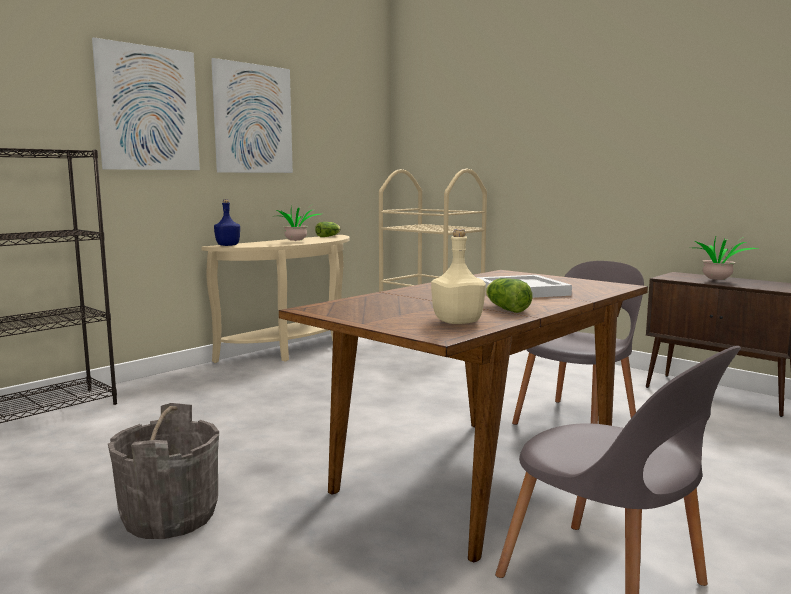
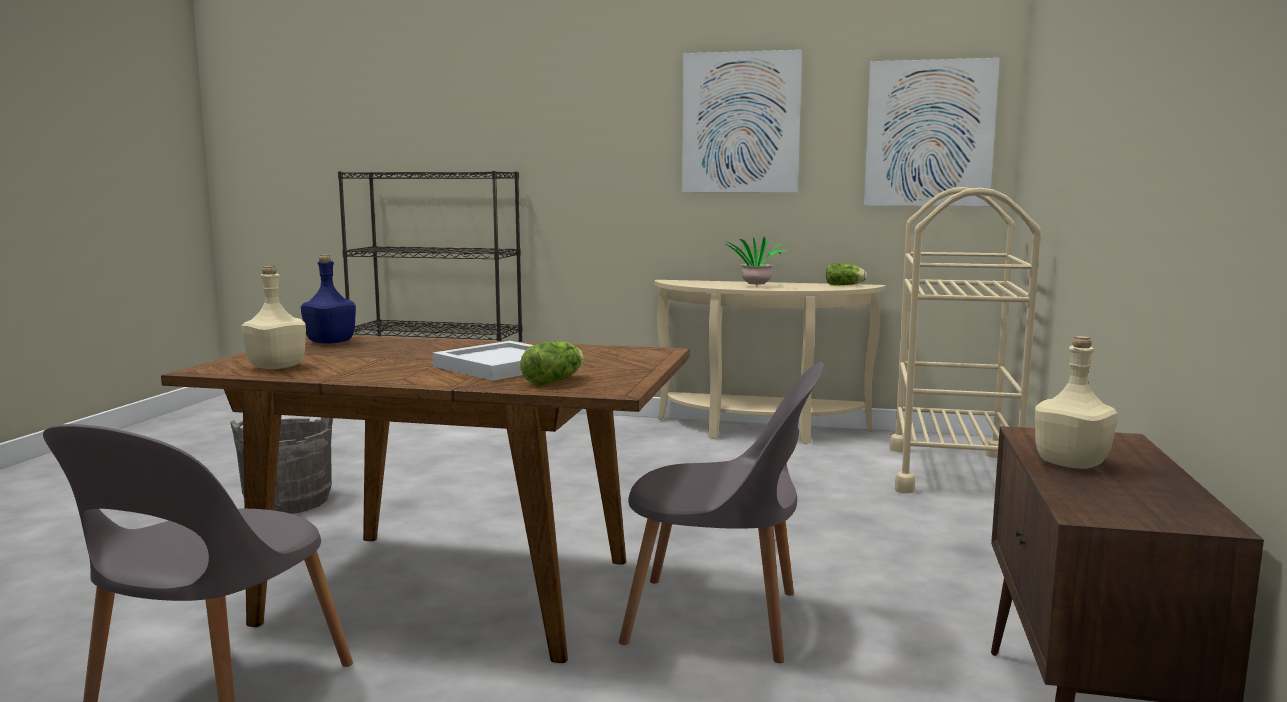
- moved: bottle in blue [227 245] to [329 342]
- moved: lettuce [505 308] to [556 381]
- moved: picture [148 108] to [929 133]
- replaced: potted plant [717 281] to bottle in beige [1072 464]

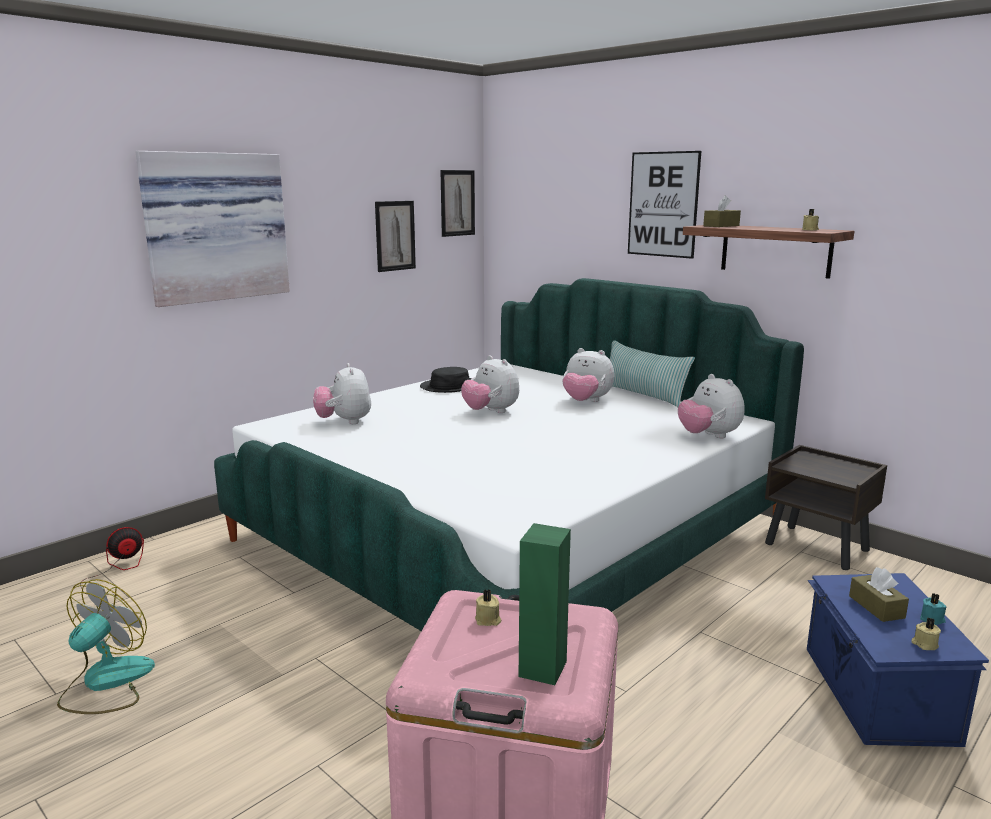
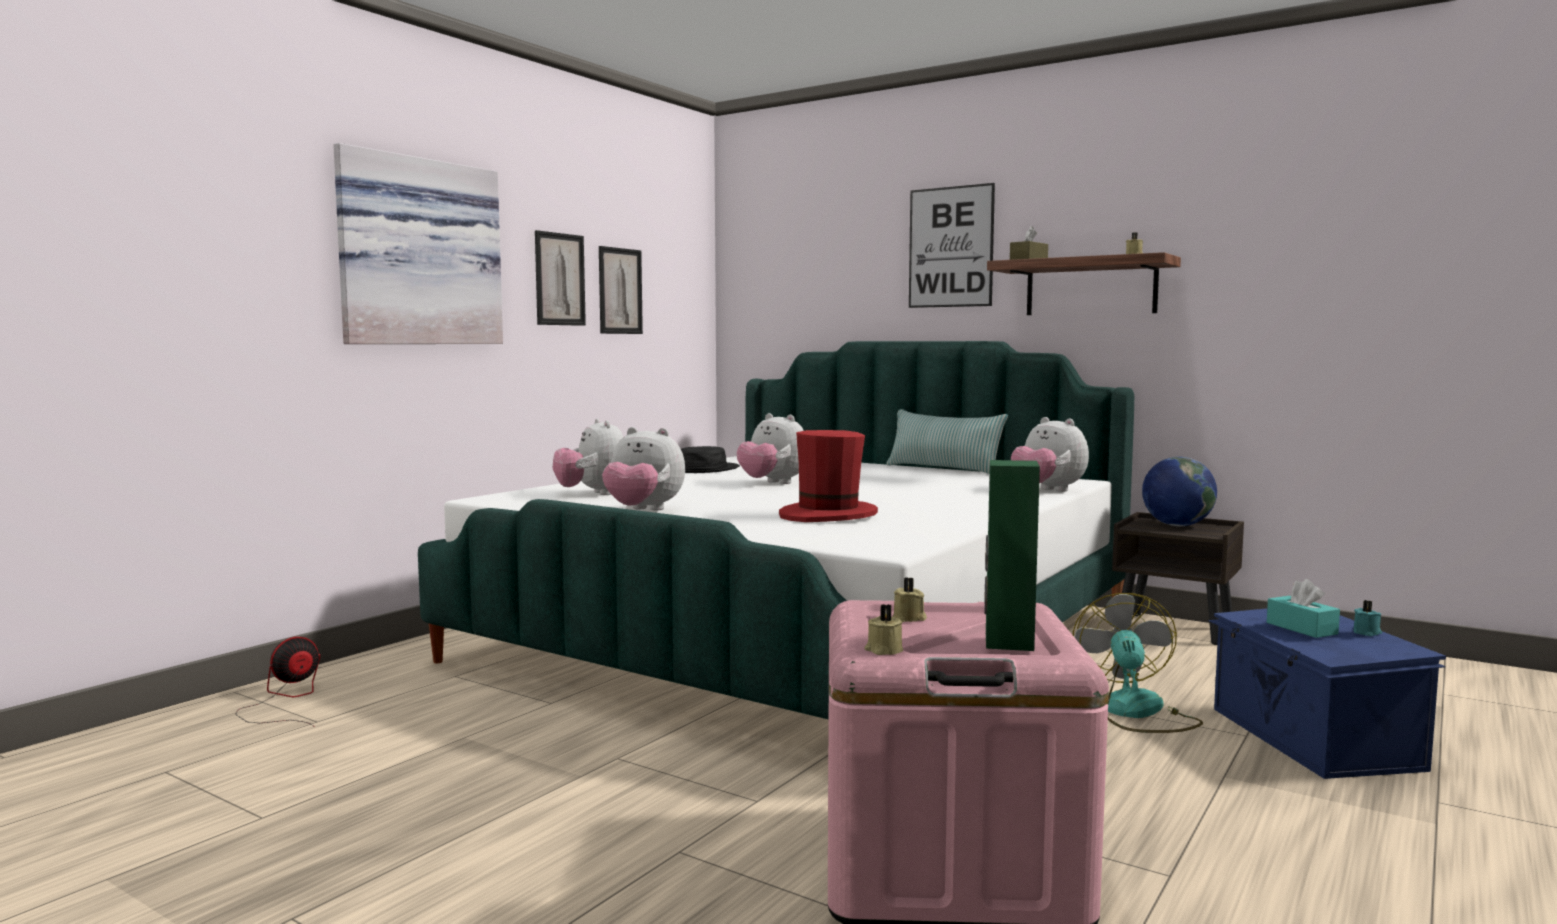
- moved: picture [457 203] to [560 279]
- moved: plush toy [586 402] to [643 510]
- added: hat in red [828 515]
- moved: candle in beige [924 644] to [883 650]
- moved: fan [106 683] to [1136 713]
- added: globe [1177 525]
- recoloured: tissue box in brown [876 607] to tissue box in turquoise [1301 628]

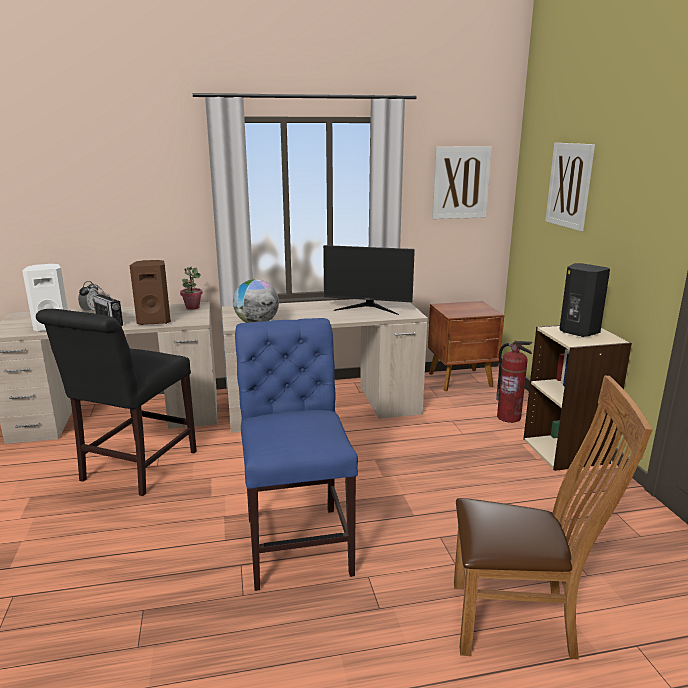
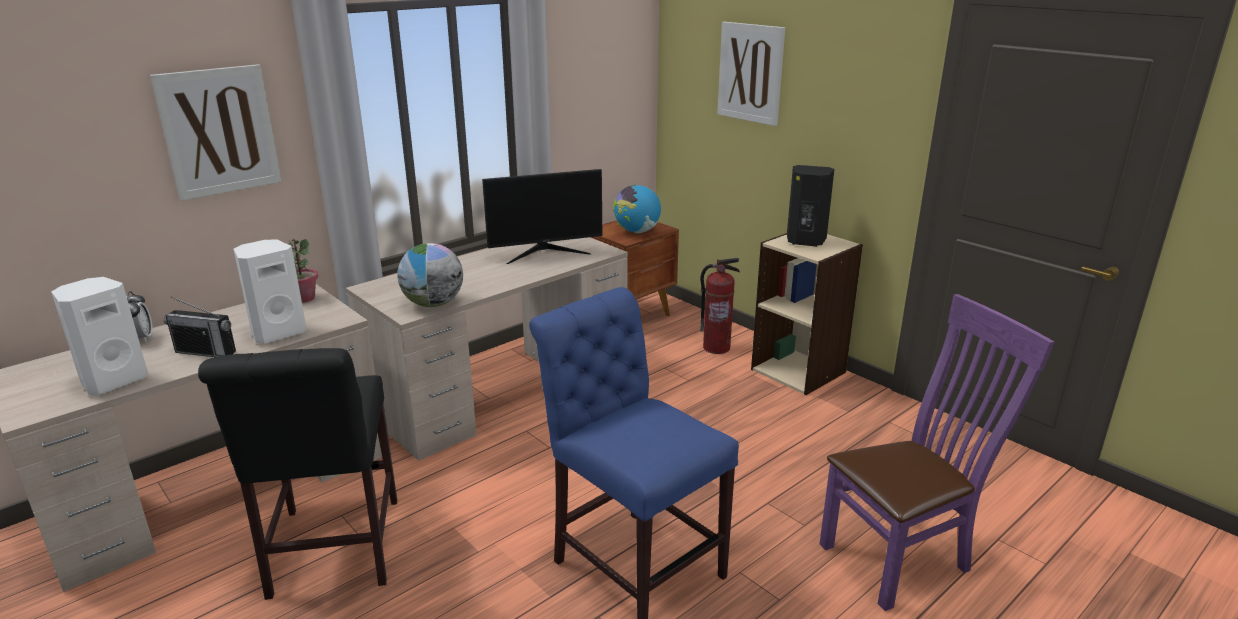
- moved: picture [460 183] to [219 131]
- recoloured: speaker in brown [155 321] to speaker in white [277 332]
- added: globe [637 232]
- recoloured: chair in brown [520 621] to chair in purple [903 557]

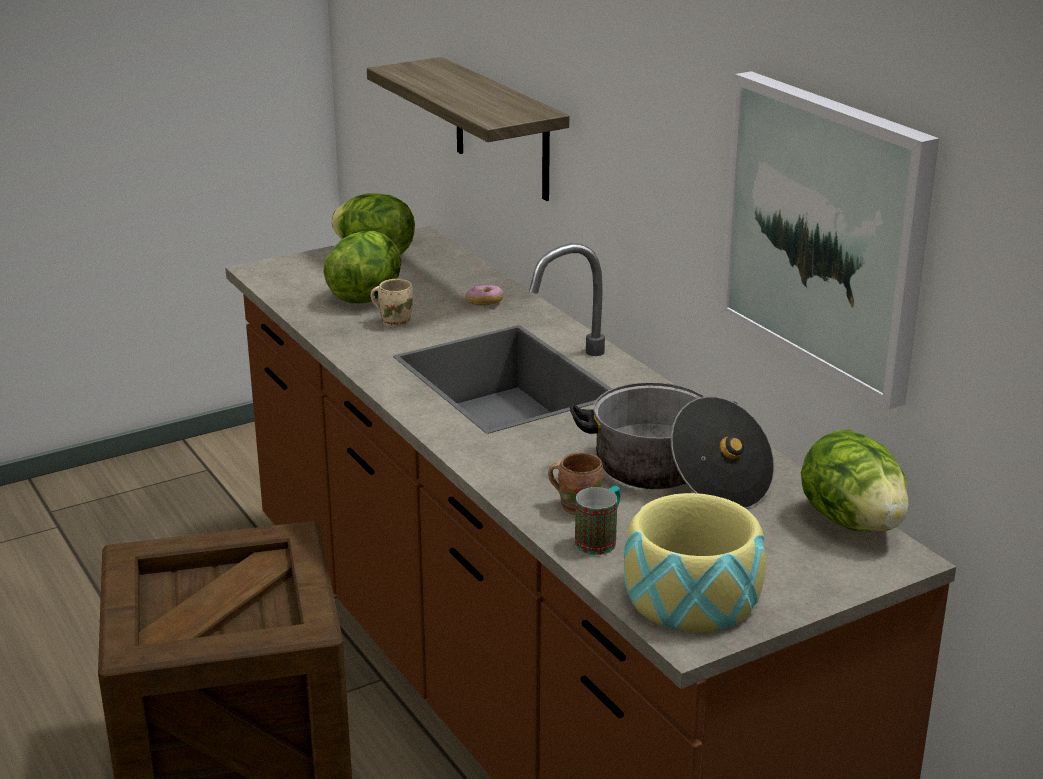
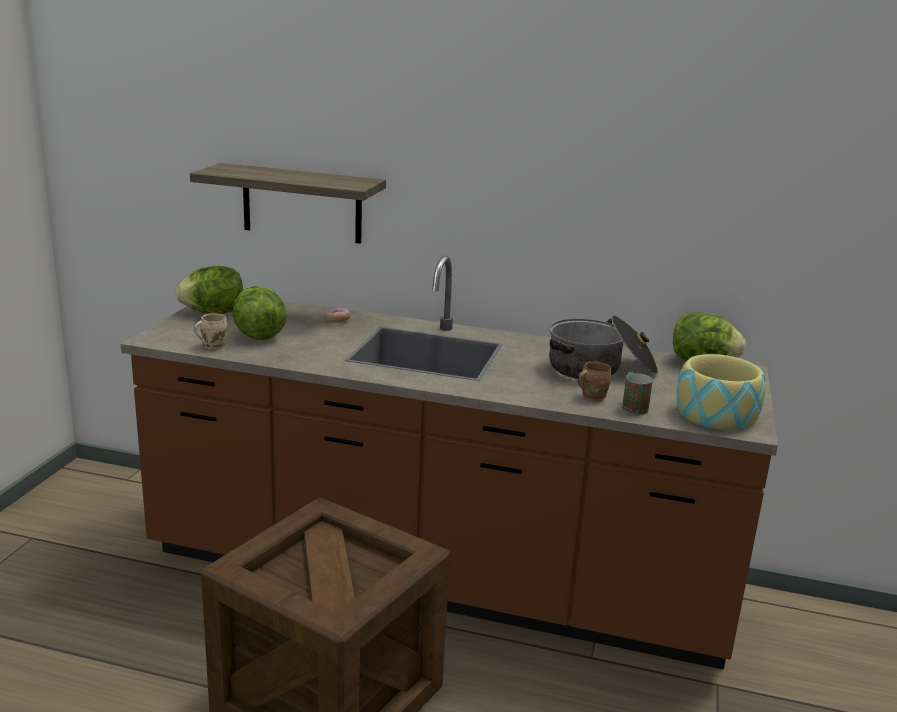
- moved: mug in beige [394 321] to [212 345]
- removed: picture [826 233]

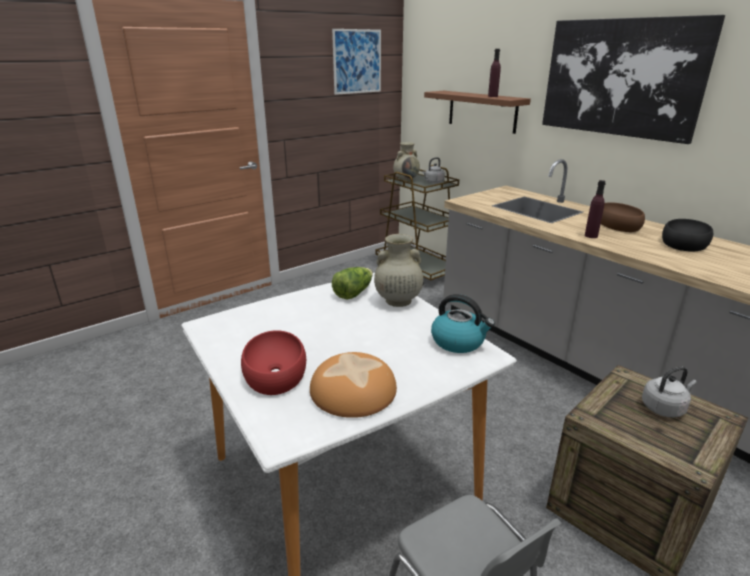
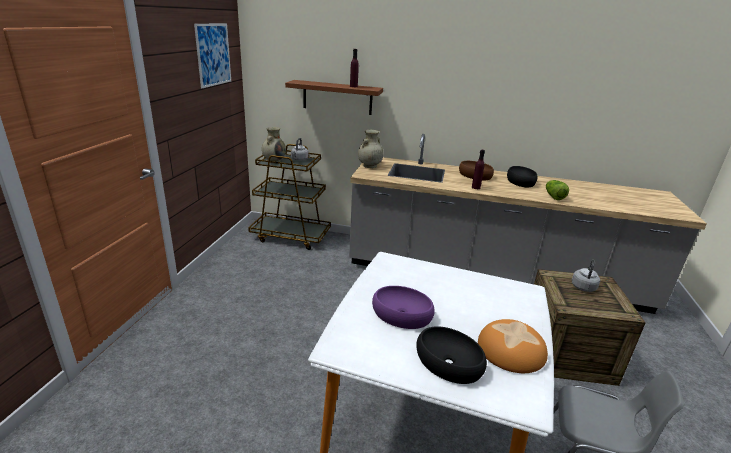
- moved: vase in beige [397 301] to [369 166]
- added: bowl in purple [402 314]
- recoloured: bowl in red [276 372] to bowl in black [449 362]
- moved: lettuce [353 293] to [553 196]
- removed: kettle [459 341]
- removed: picture [621 78]

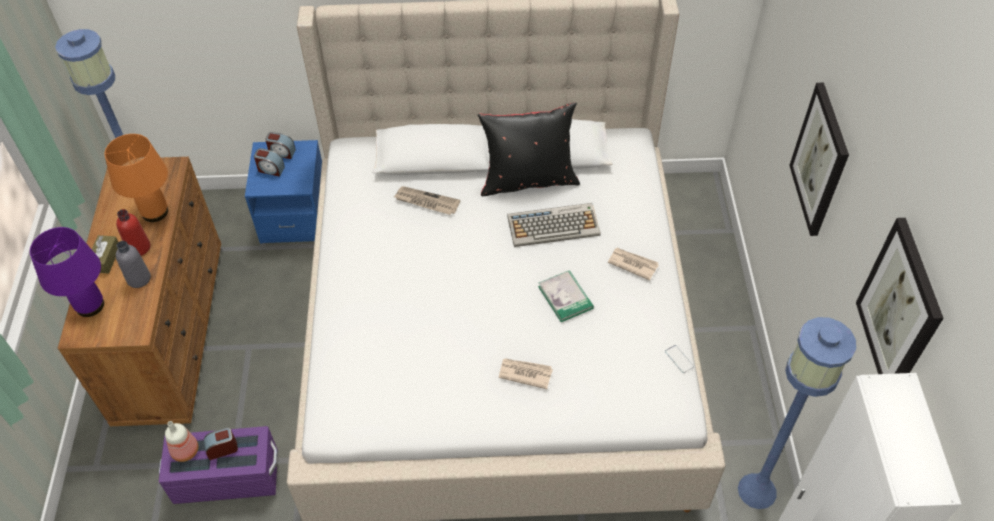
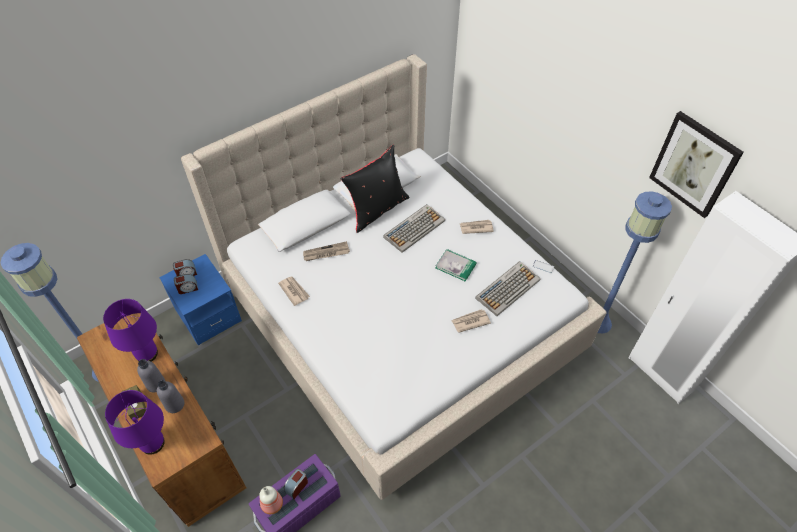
- recoloured: table lamp in orange [155 212] to table lamp in purple [147 354]
- recoloured: bottle in red [139 247] to bottle in grey [156 384]
- added: newspaper [294 291]
- added: keyboard [508 288]
- removed: picture [820 160]

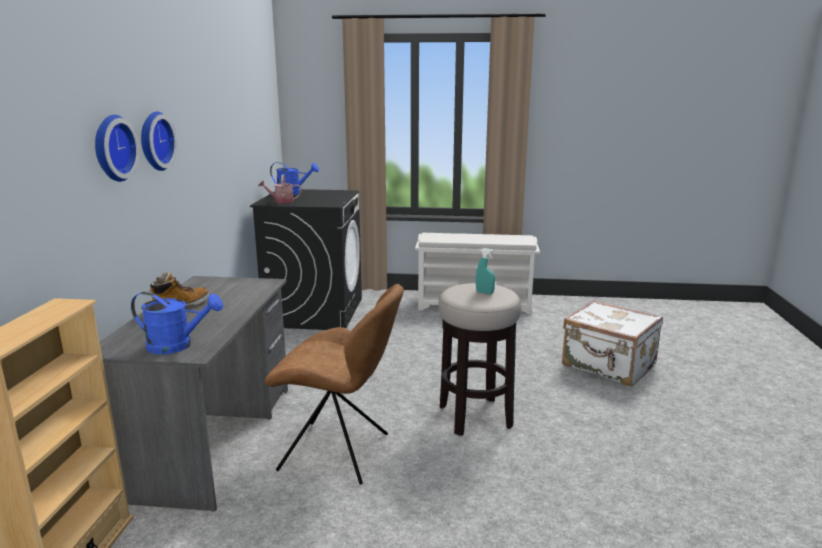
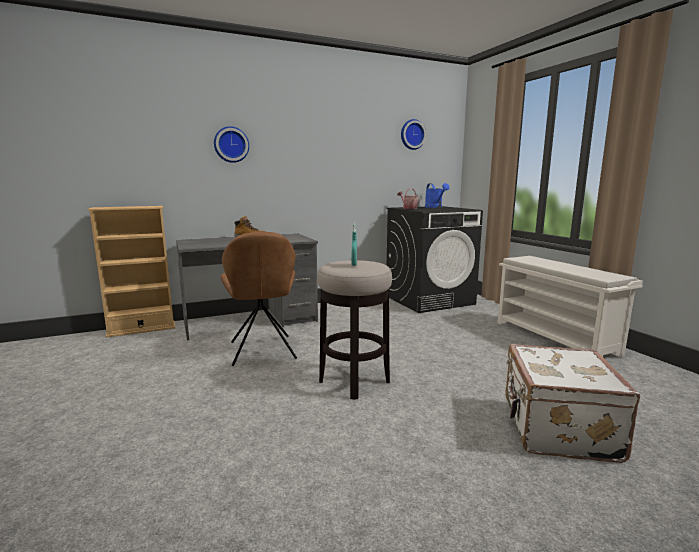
- moved: wall clock [154 141] to [412 134]
- removed: watering can in blue [177 346]

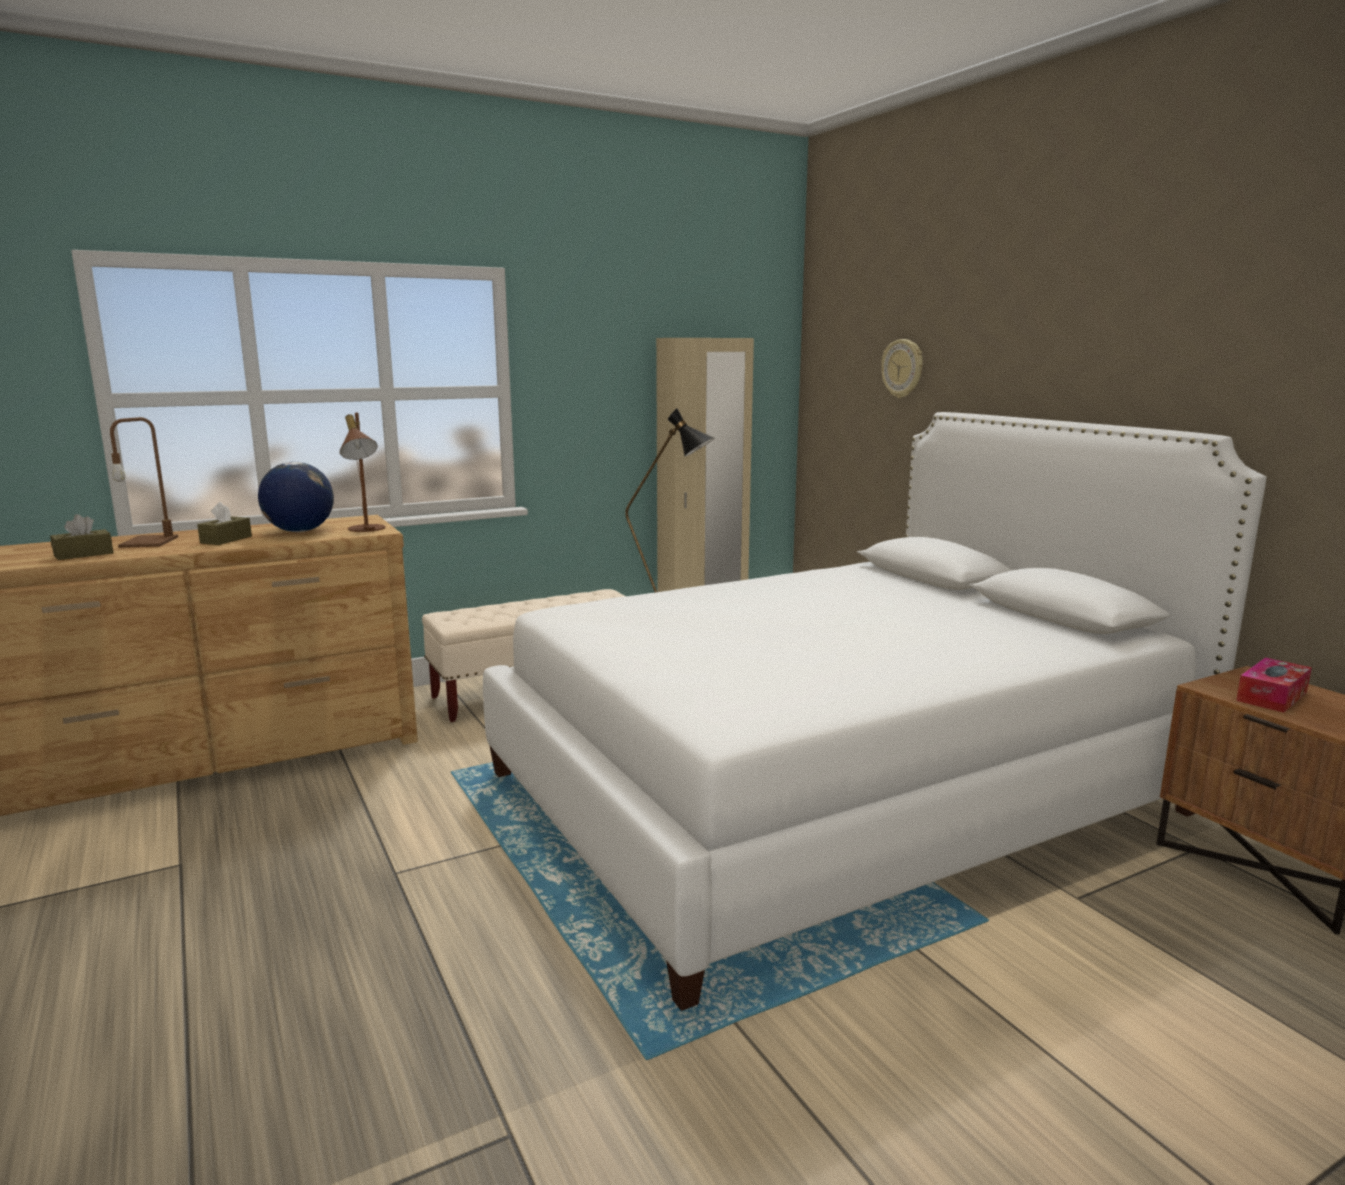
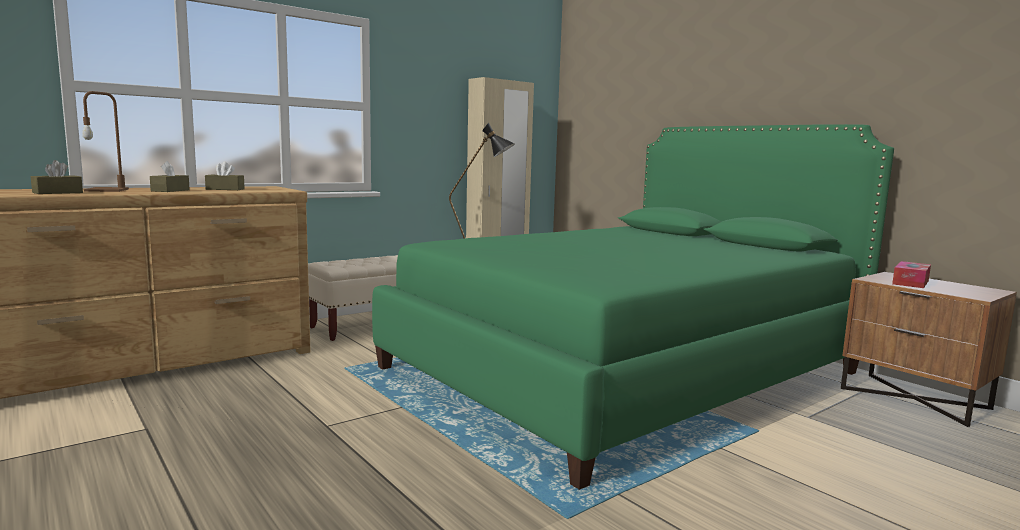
- replaced: globe [299 531] to tissue box in brown [225 189]
- recoloured: bed in white [834 792] to bed in green [624 370]
- removed: table lamp in brown [366 530]
- removed: wall clock [903 368]

